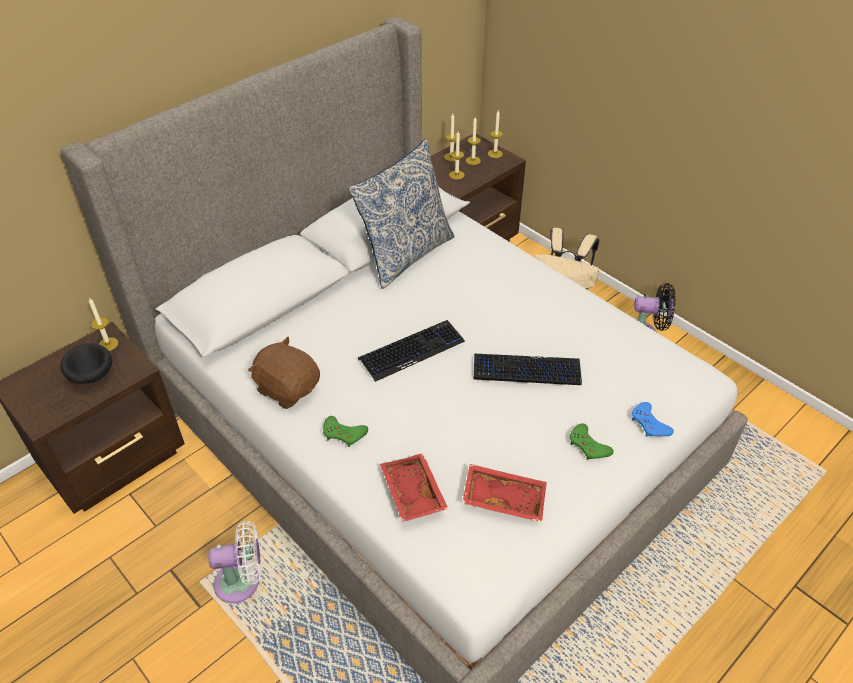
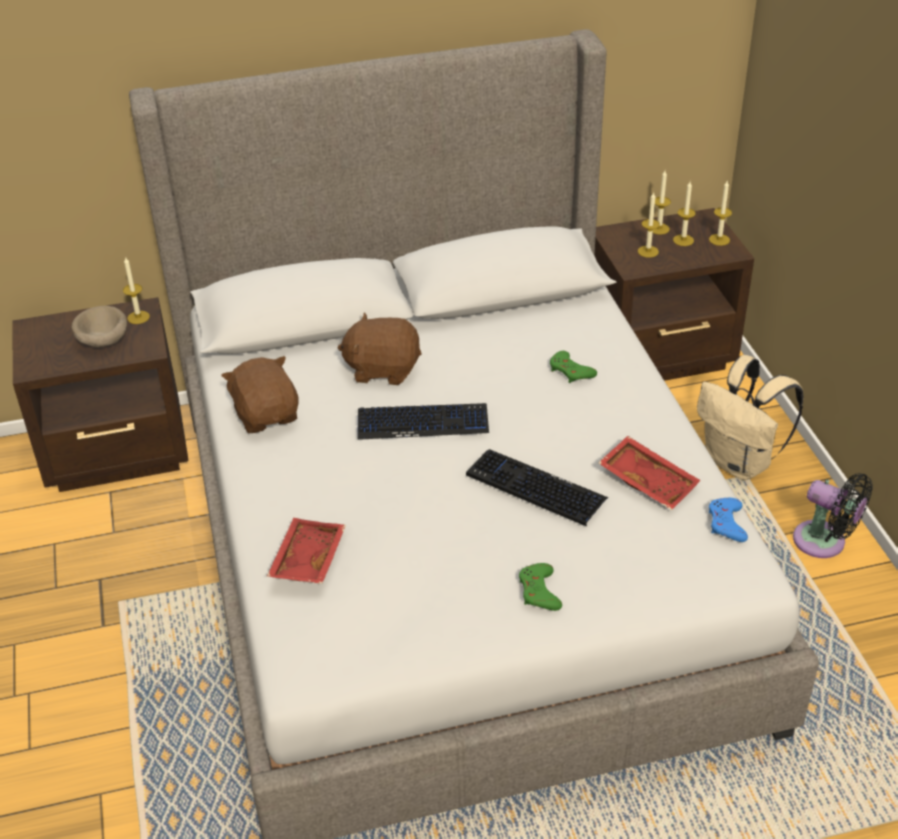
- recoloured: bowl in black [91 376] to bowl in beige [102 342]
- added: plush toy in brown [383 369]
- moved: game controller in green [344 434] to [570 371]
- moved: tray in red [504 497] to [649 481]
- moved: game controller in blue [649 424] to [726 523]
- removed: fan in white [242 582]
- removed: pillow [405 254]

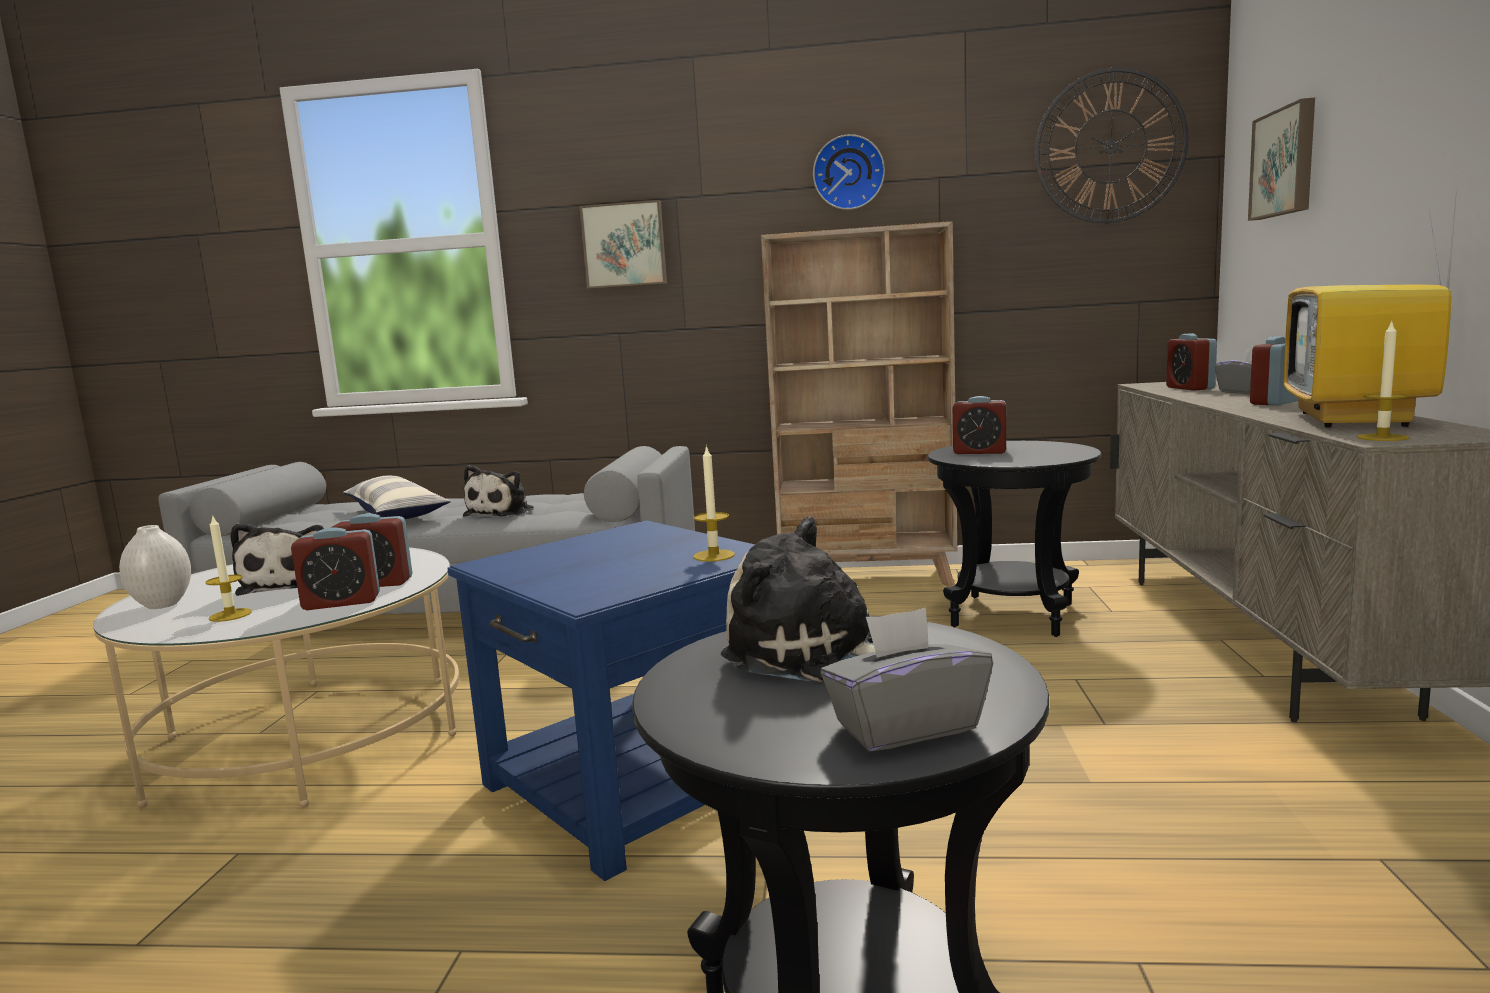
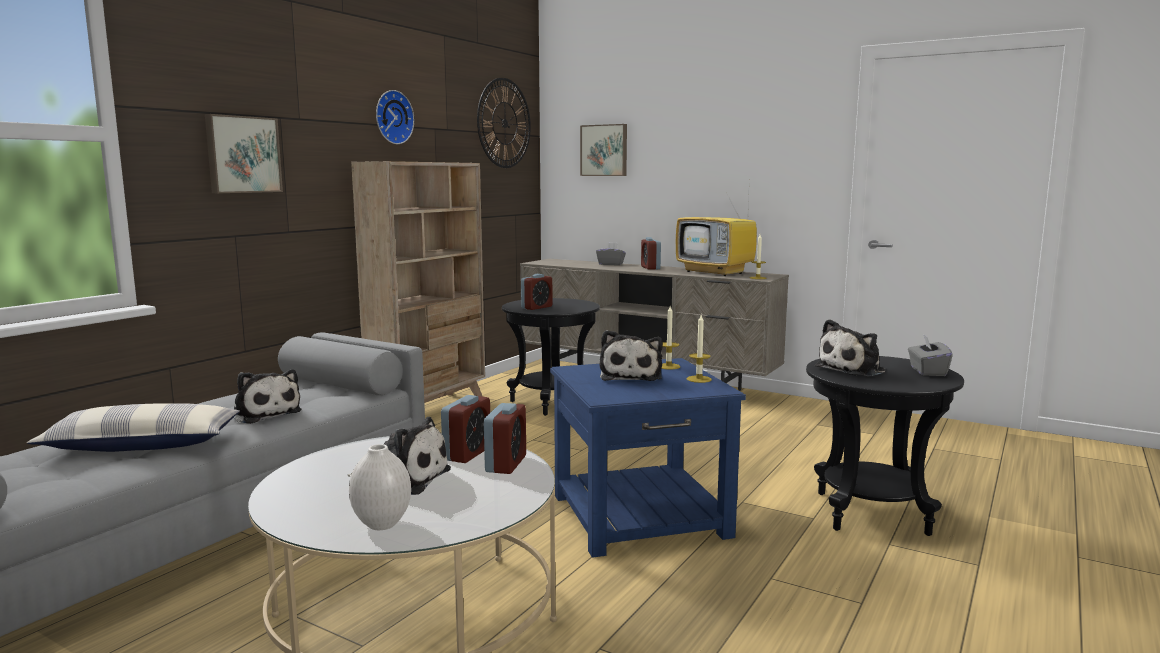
- added: plush toy [631 375]
- moved: candle [230 615] to [699 379]
- removed: alarm clock [1190 388]

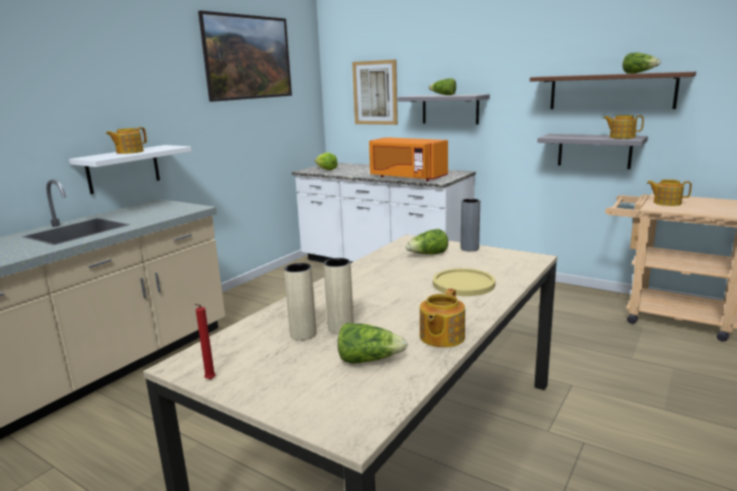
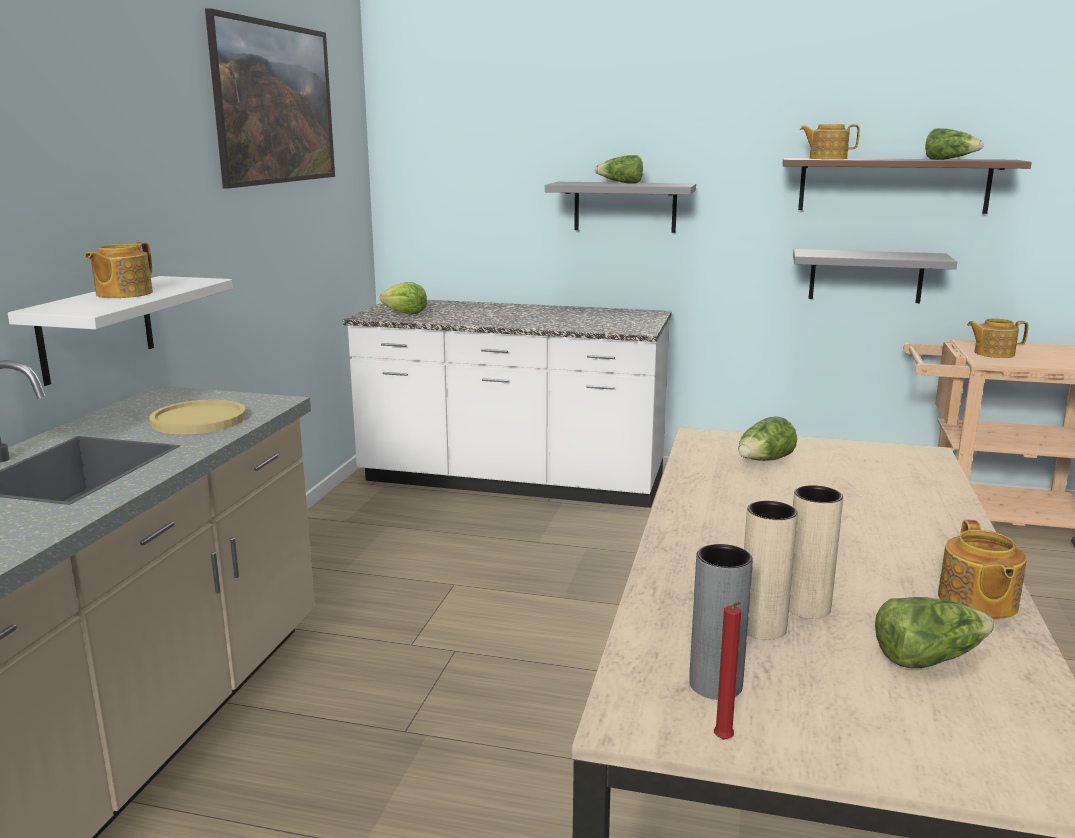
- moved: plate in yellow [463 284] to [198 420]
- moved: vase in grey [469 248] to [715 685]
- moved: teapot [621 137] to [827 158]
- removed: picture [375 93]
- removed: microwave in orange [406 177]

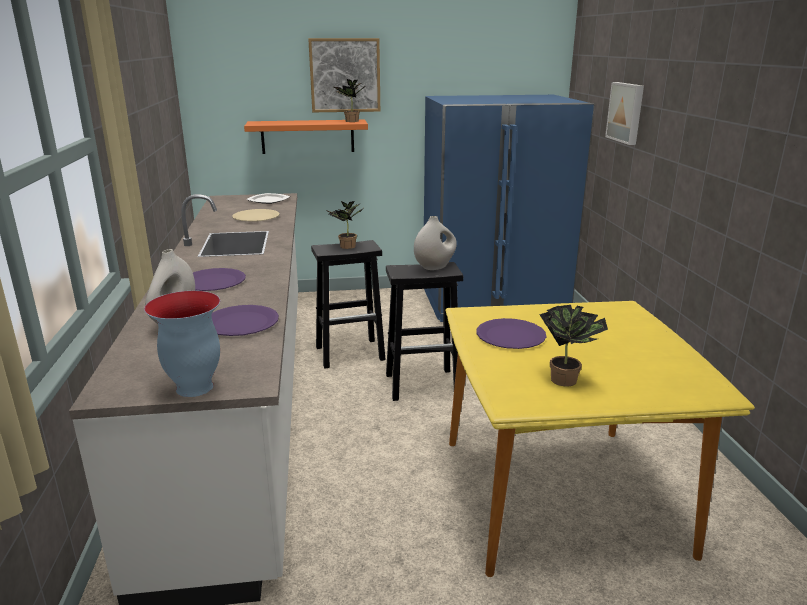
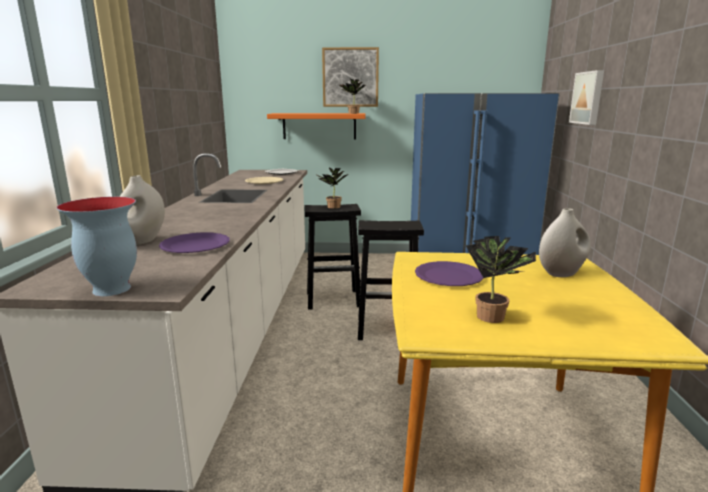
- moved: vase in white [435 267] to [561 273]
- removed: plate in purple [213 282]

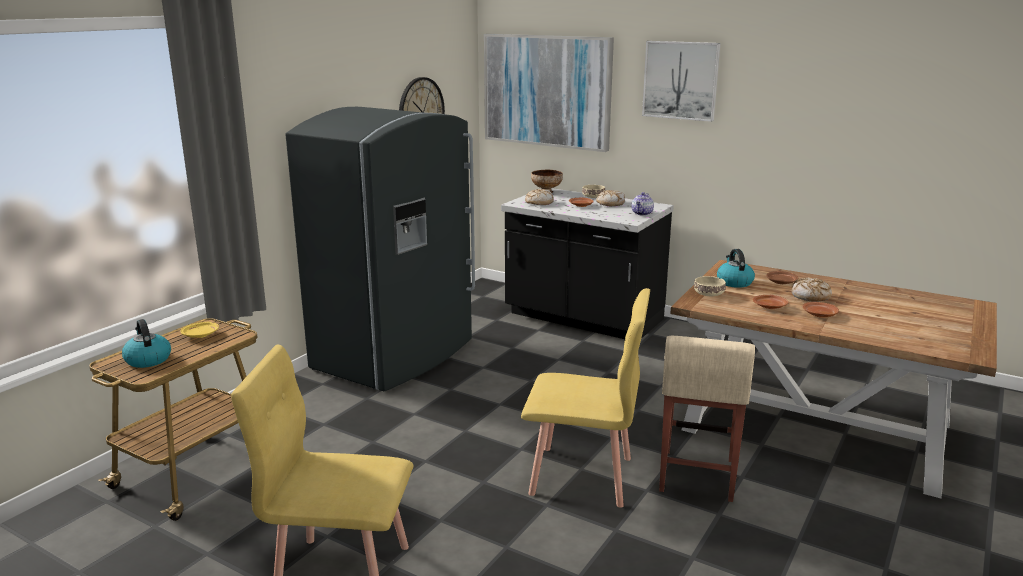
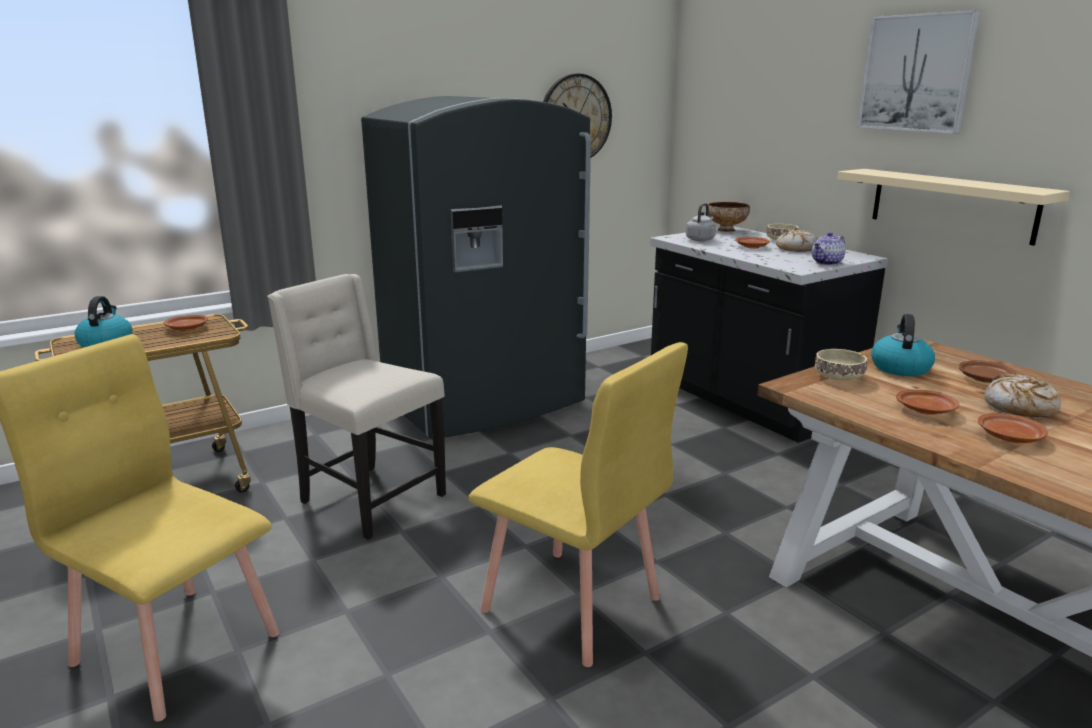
- recoloured: plate in yellow [201 335] to plate in brown [188 329]
- added: chair in beige [369 499]
- replaced: bread [539 202] to kettle in grey [700 239]
- added: shelf in beige [951 205]
- removed: picture [547 91]
- removed: stool in beige [696 475]

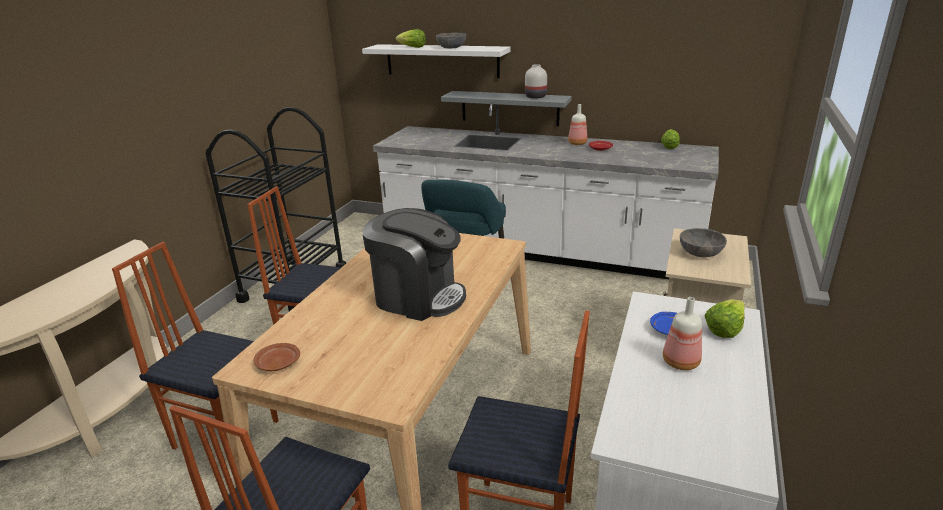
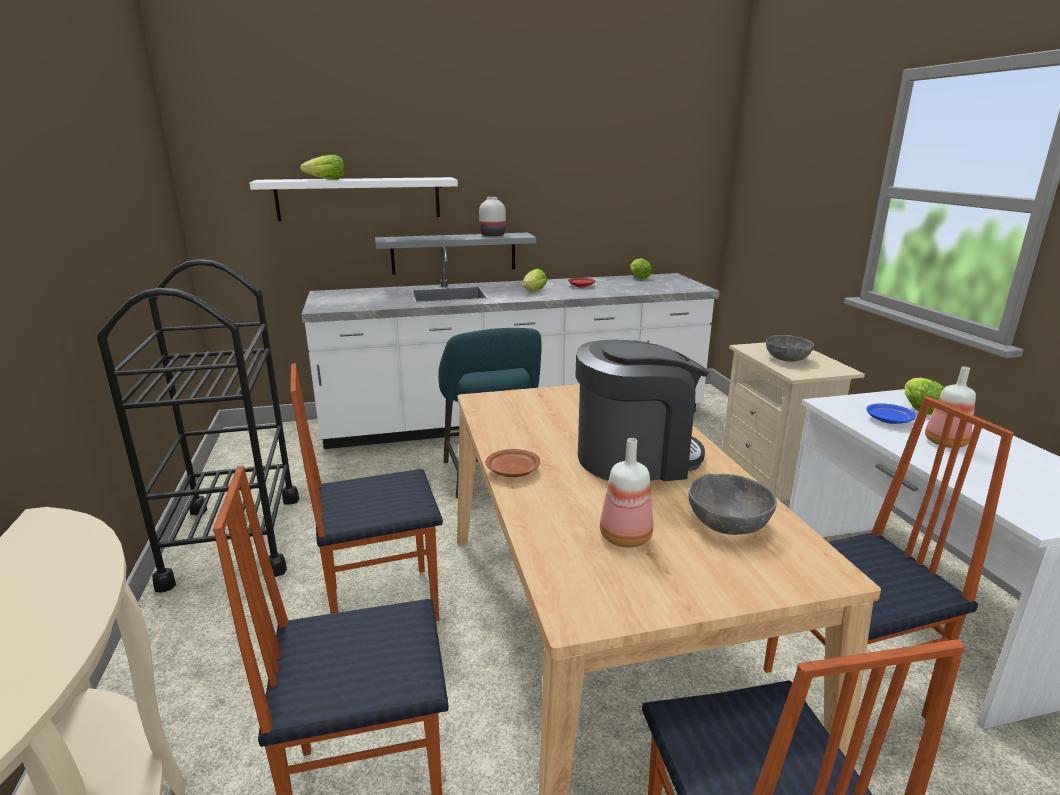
- moved: plate in brown [277 363] to [512 471]
- added: lettuce [533 291]
- moved: bottle [577 143] to [626 538]
- moved: bowl in grey [451 47] to [727 523]

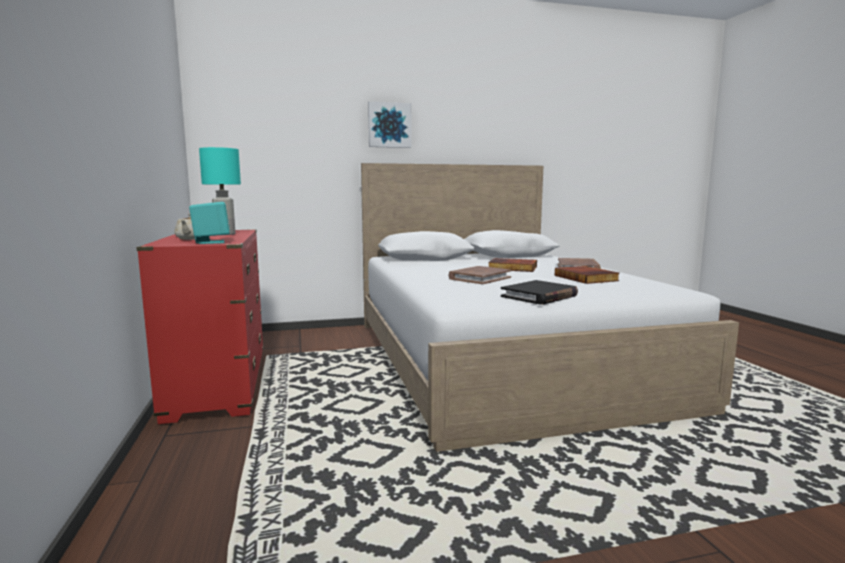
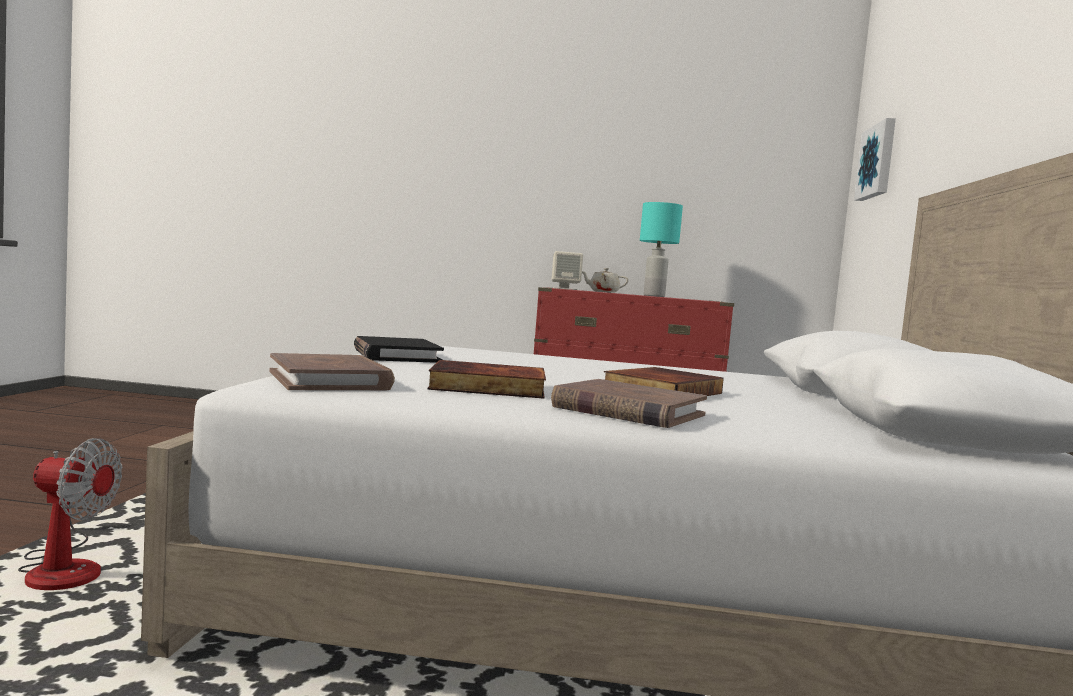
- added: fan [63 568]
- moved: book in brown [479 278] to [330 380]
- recoloured: speaker in turquoise [211 242] to speaker in beige [565 289]
- moved: picture [389 125] to [878 161]

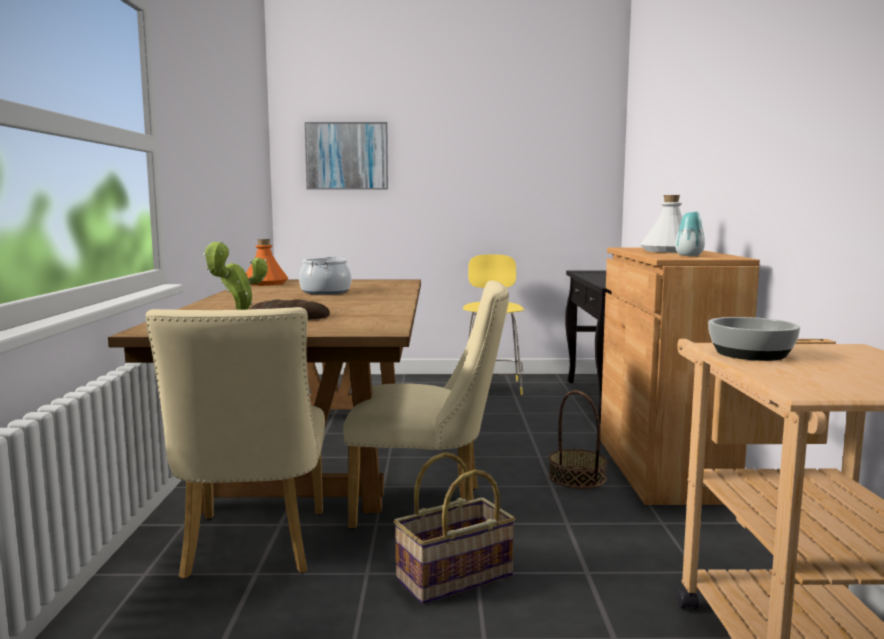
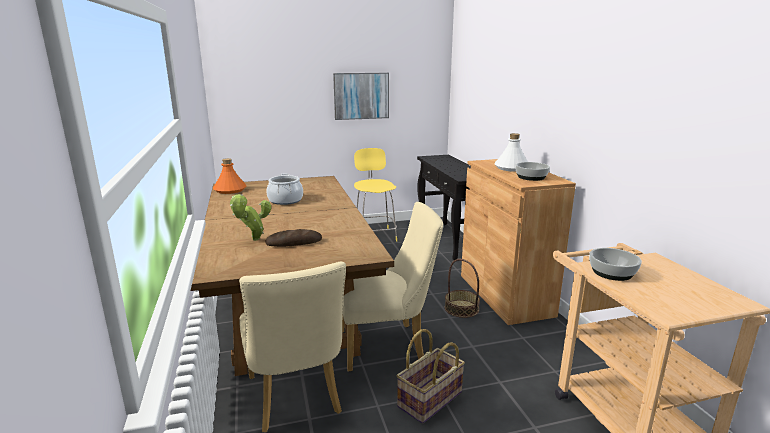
- moved: picture [347 156] to [361 96]
- replaced: vase [689 255] to bowl [531 177]

